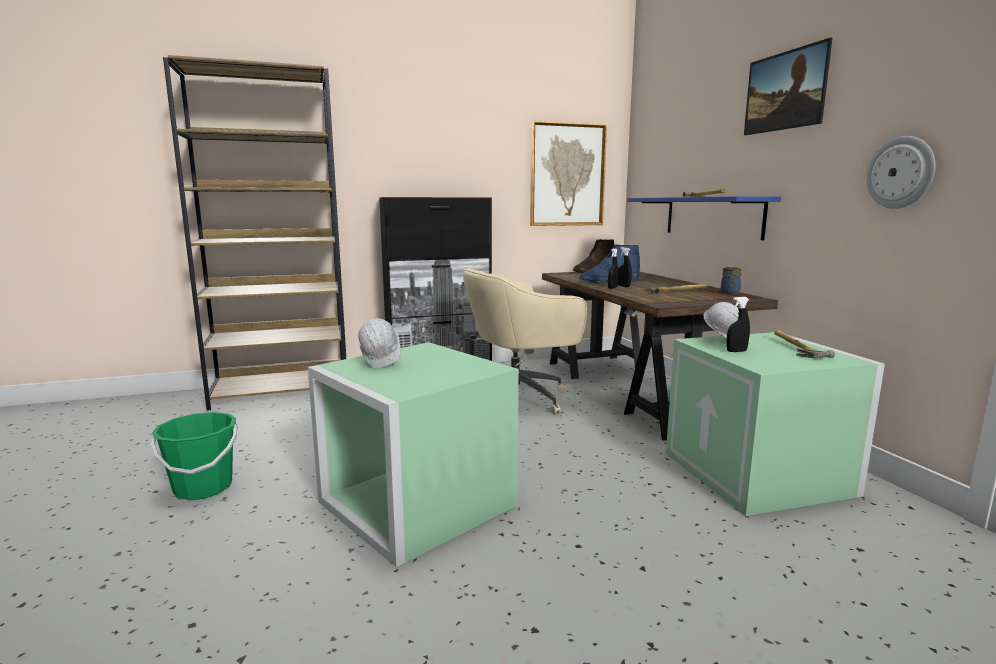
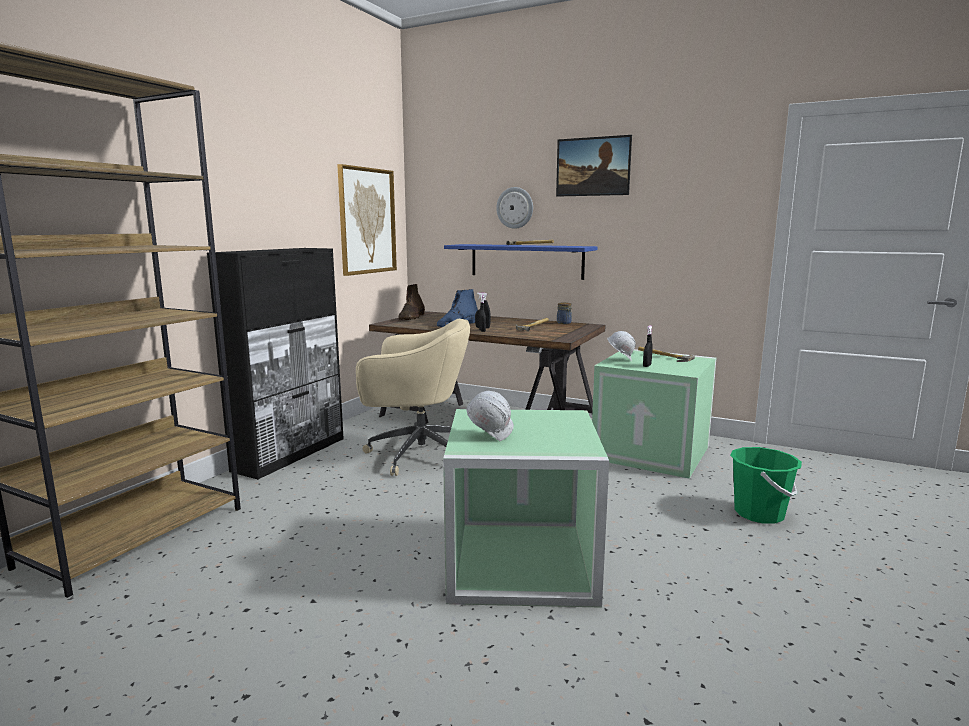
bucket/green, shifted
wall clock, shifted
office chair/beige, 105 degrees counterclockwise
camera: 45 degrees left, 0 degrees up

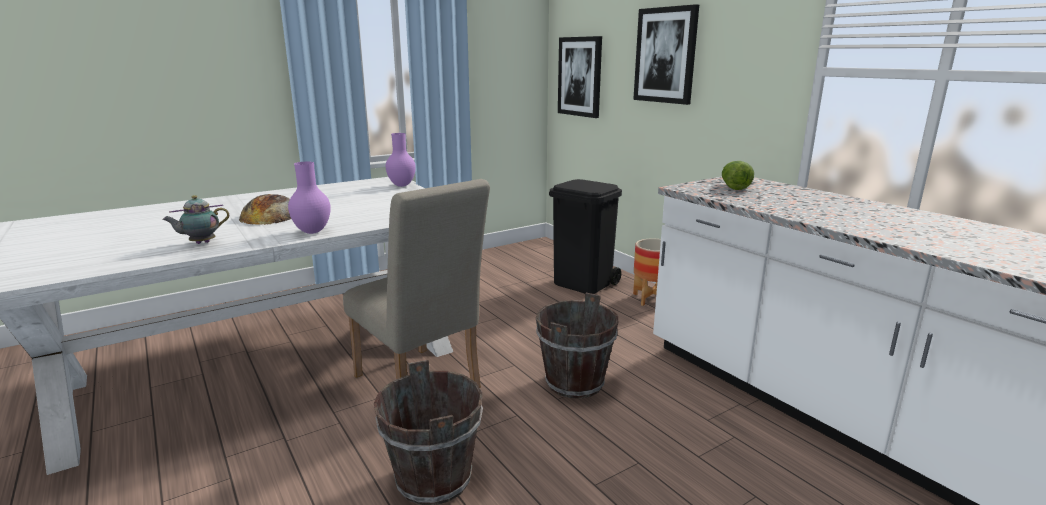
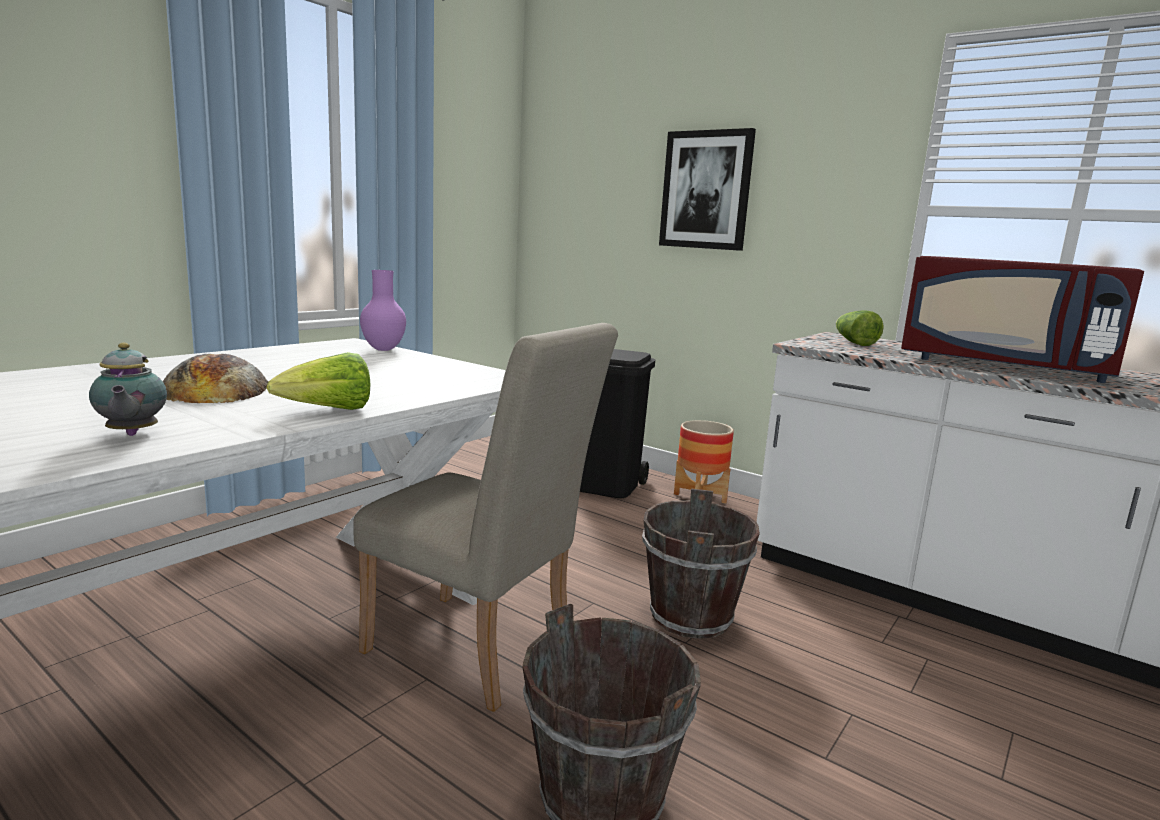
picture (no. 1 from left) => nothing
nothing => microwave/red
vase/purple (no. 1 from left) => lettuce (no. 1 from left)
teapot, 60 degrees counterclockwise
camera: 20 degrees left, 5 degrees down

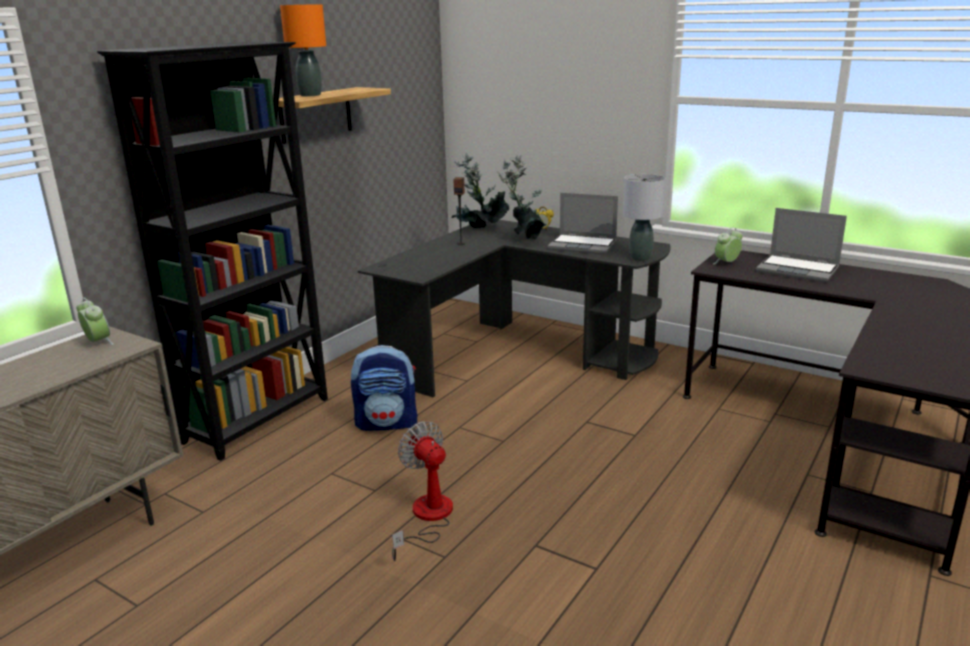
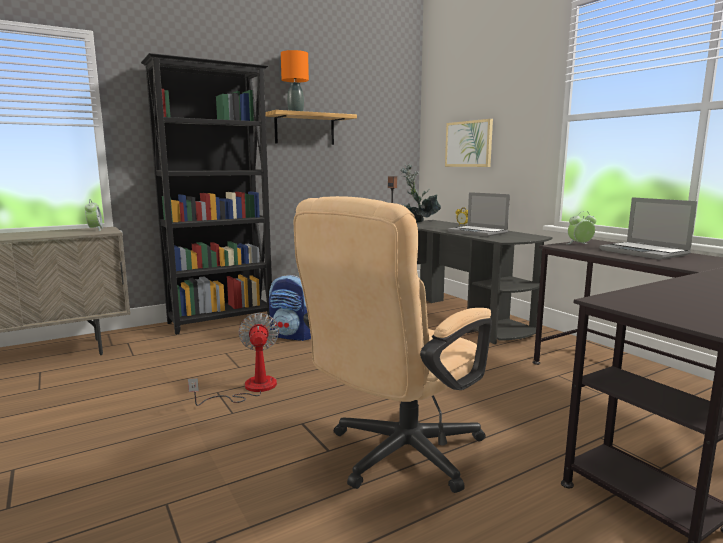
potted plant (no. 2 from left) => nothing
table lamp/grey => nothing
nothing => office chair/beige
nothing => picture
camera: 25 degrees right, 10 degrees down

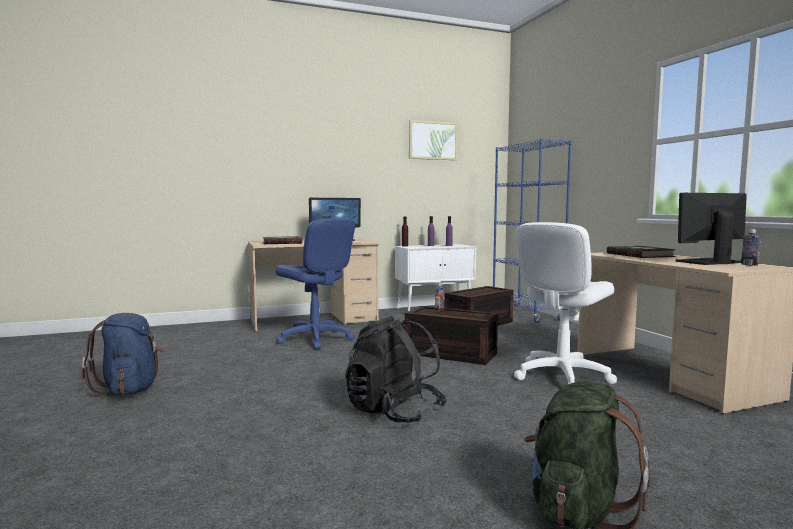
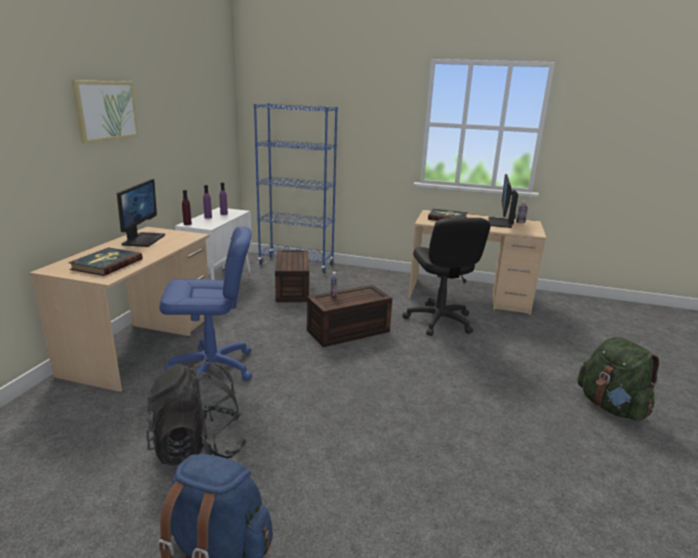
backpack/black, shifted
picture, shifted
office chair/white => office chair/black
camera: 55 degrees left, 15 degrees up

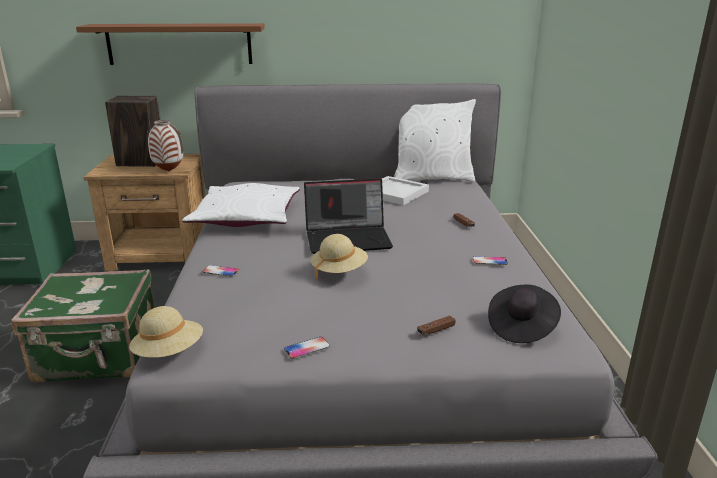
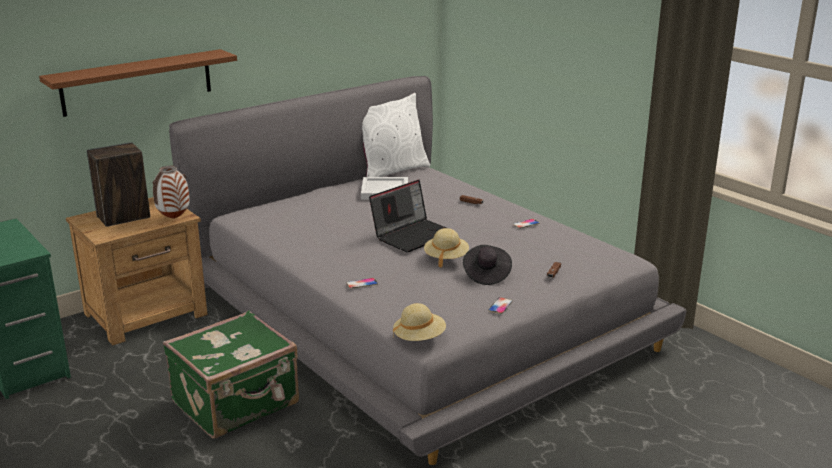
pillow/white (no. 1 from left) => nothing
hat/black, shifted
camera: 35 degrees left, 0 degrees up

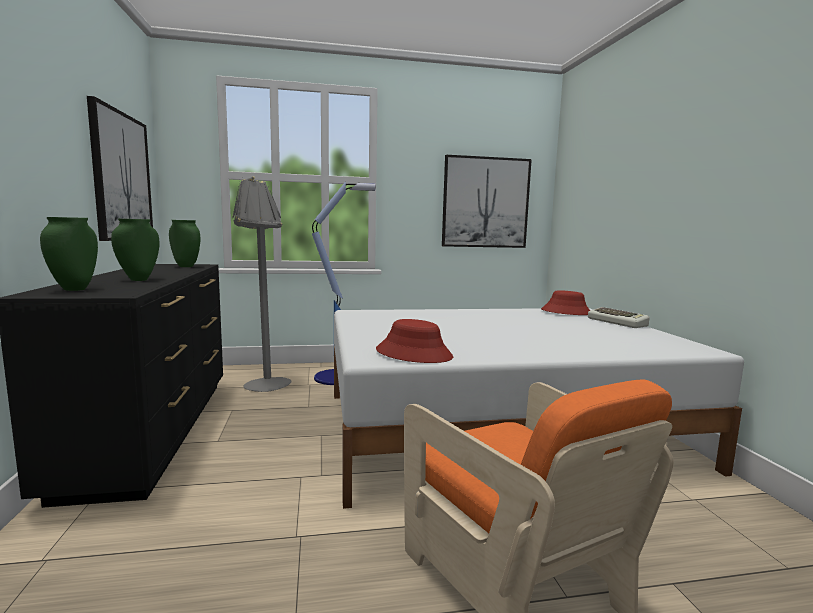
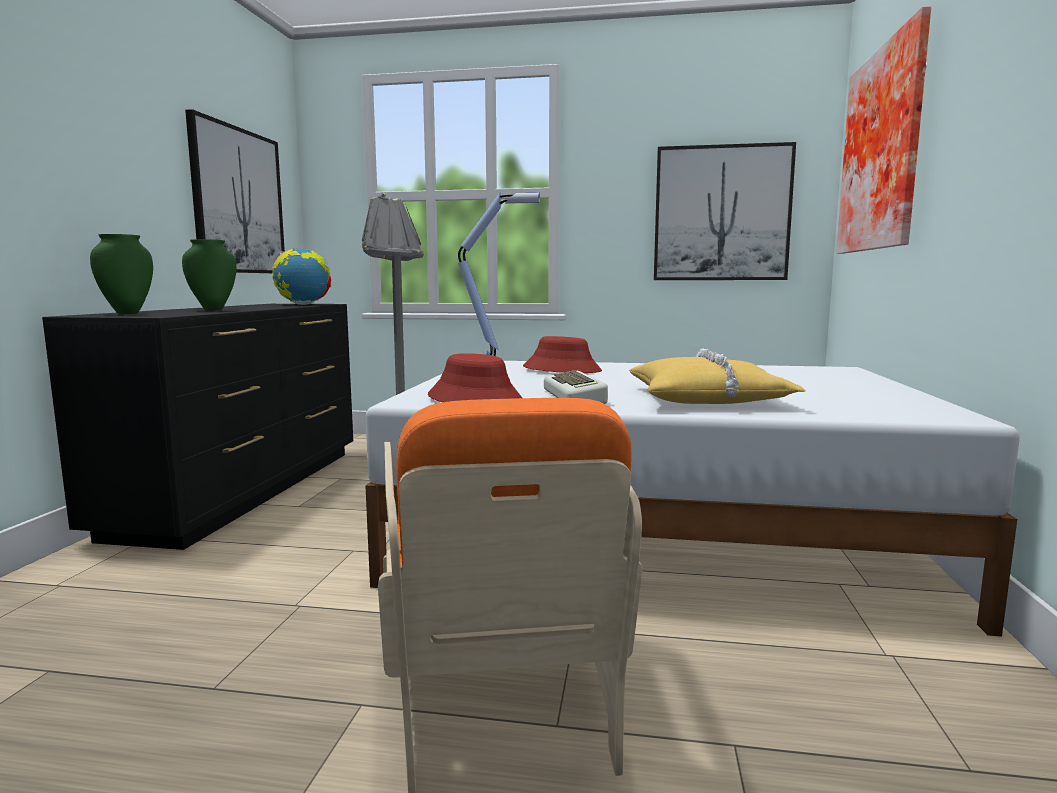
nothing => pillow/yellow
nothing => picture (no. 3 from left)
hat/red (no. 2 from left), shifted
keyboard, shifted
vase/green (no. 3 from left) => globe
camera: 20 degrees right, 0 degrees up

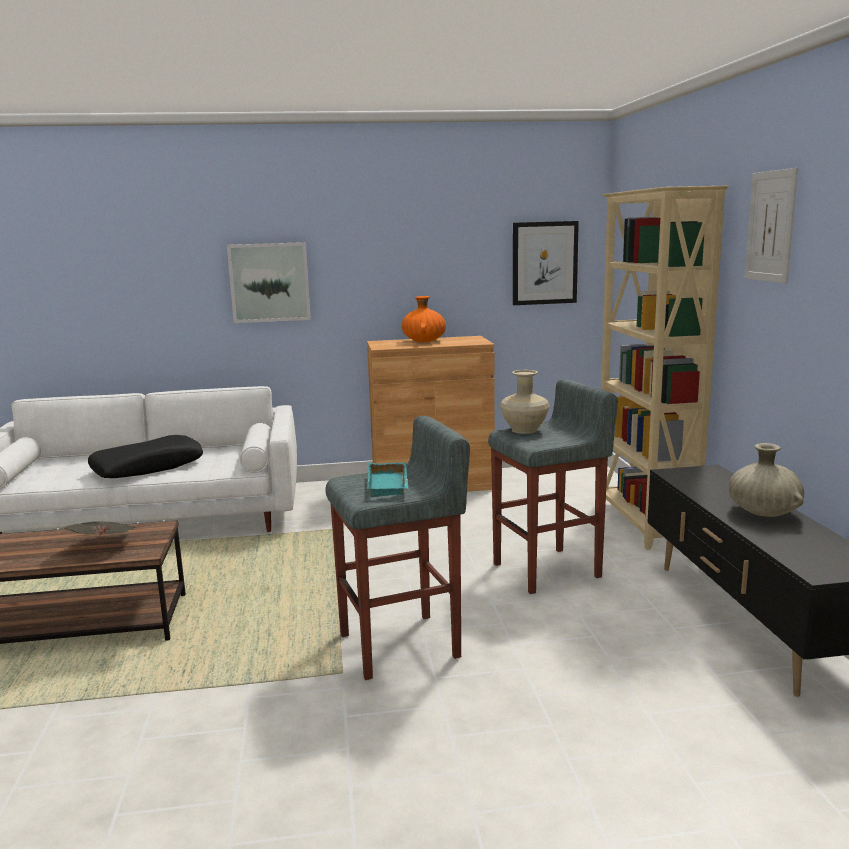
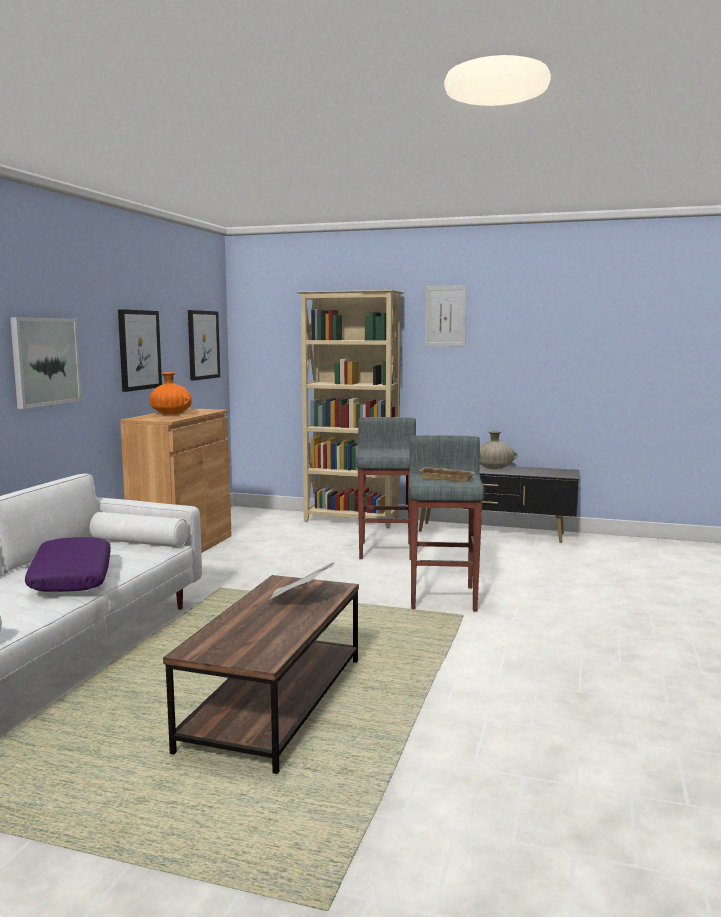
vase/beige (no. 1 from left) => nothing
nothing => picture (no. 2 from left)
pillow/black => pillow/purple
tray/turquoise => tray/beige
camera: 65 degrees left, 5 degrees down

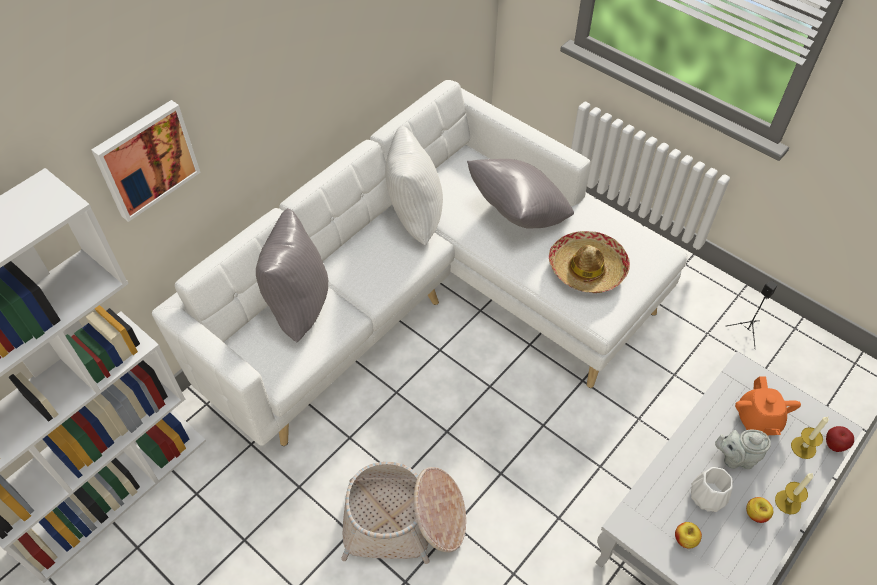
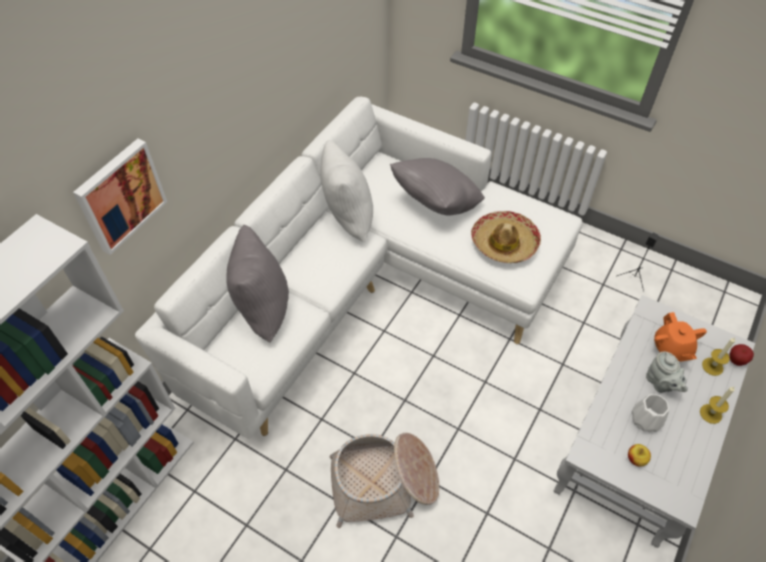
apple (no. 2 from left) => nothing
teapot/grey, 105 degrees counterclockwise
camera: 10 degrees left, 0 degrees up

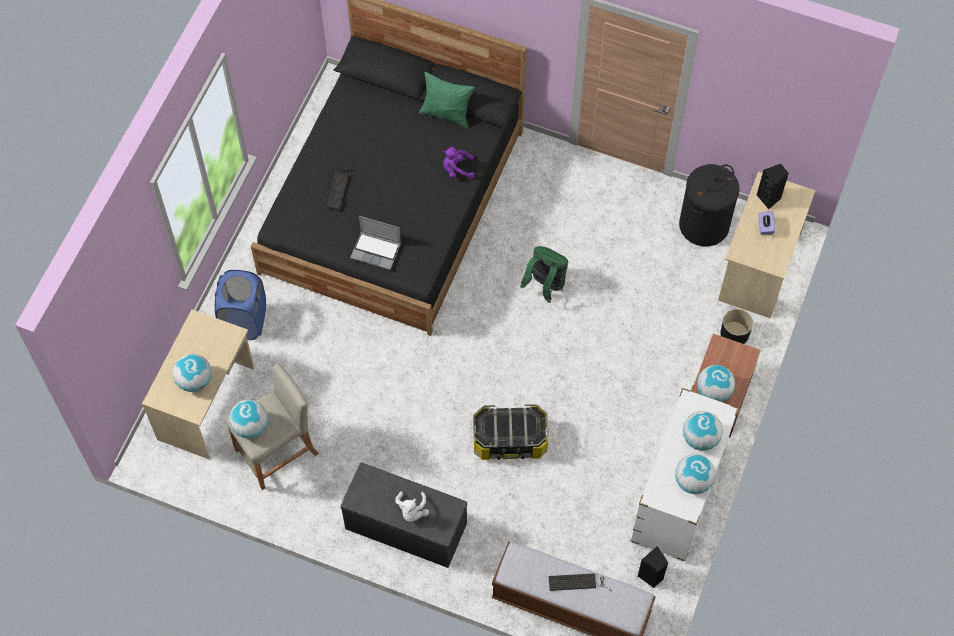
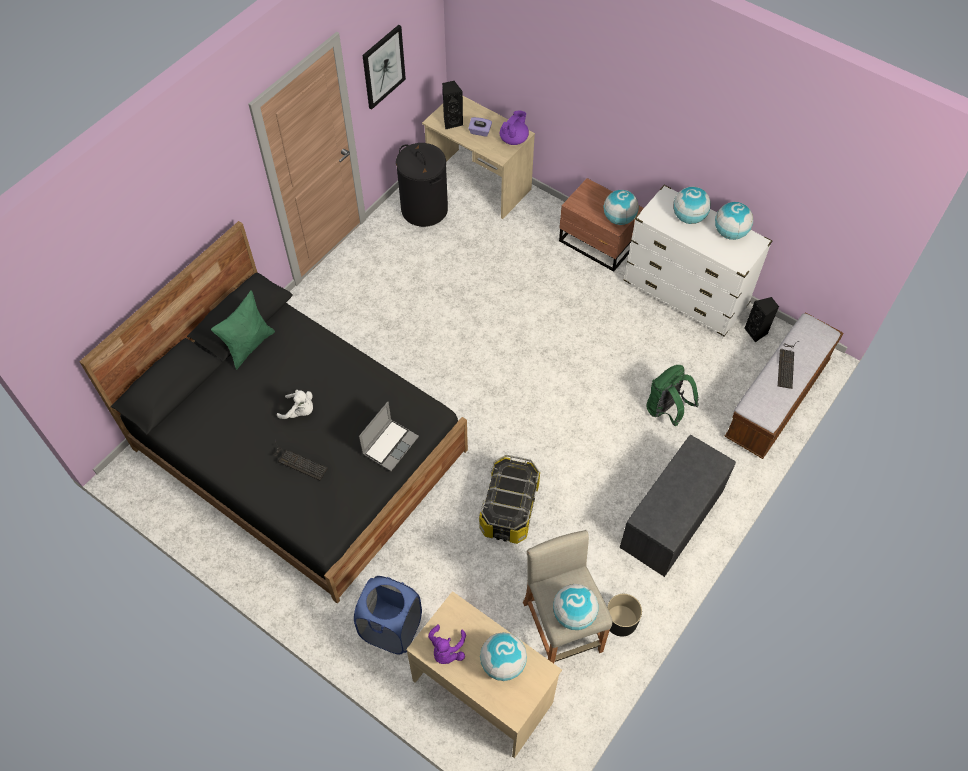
nothing => picture
nothing => teapot/purple
plush toy/white, shifted
plush toy/purple, shifted
storage box, shifted
backpack/green, shifted
planter/black, shifted
camera: 75 degrees left, 5 degrees down

